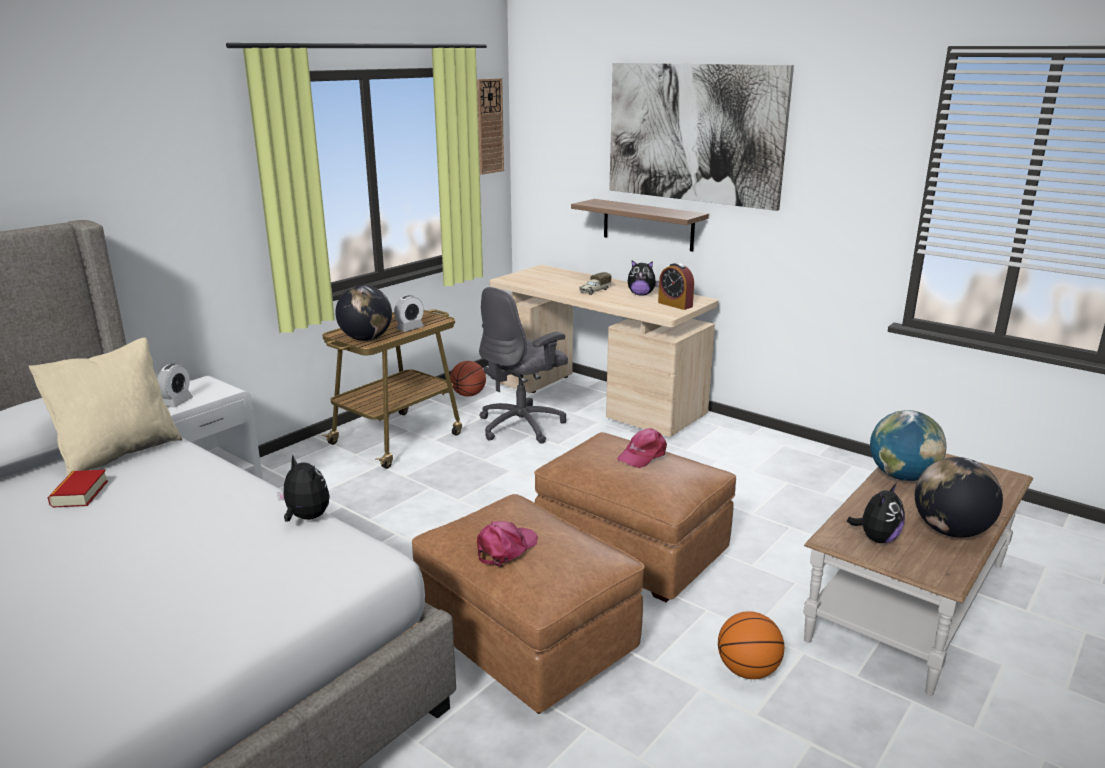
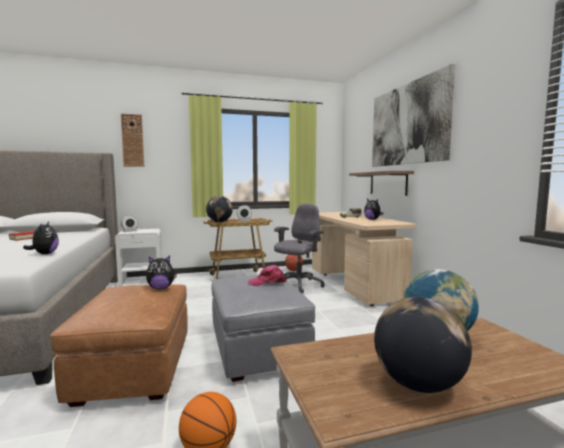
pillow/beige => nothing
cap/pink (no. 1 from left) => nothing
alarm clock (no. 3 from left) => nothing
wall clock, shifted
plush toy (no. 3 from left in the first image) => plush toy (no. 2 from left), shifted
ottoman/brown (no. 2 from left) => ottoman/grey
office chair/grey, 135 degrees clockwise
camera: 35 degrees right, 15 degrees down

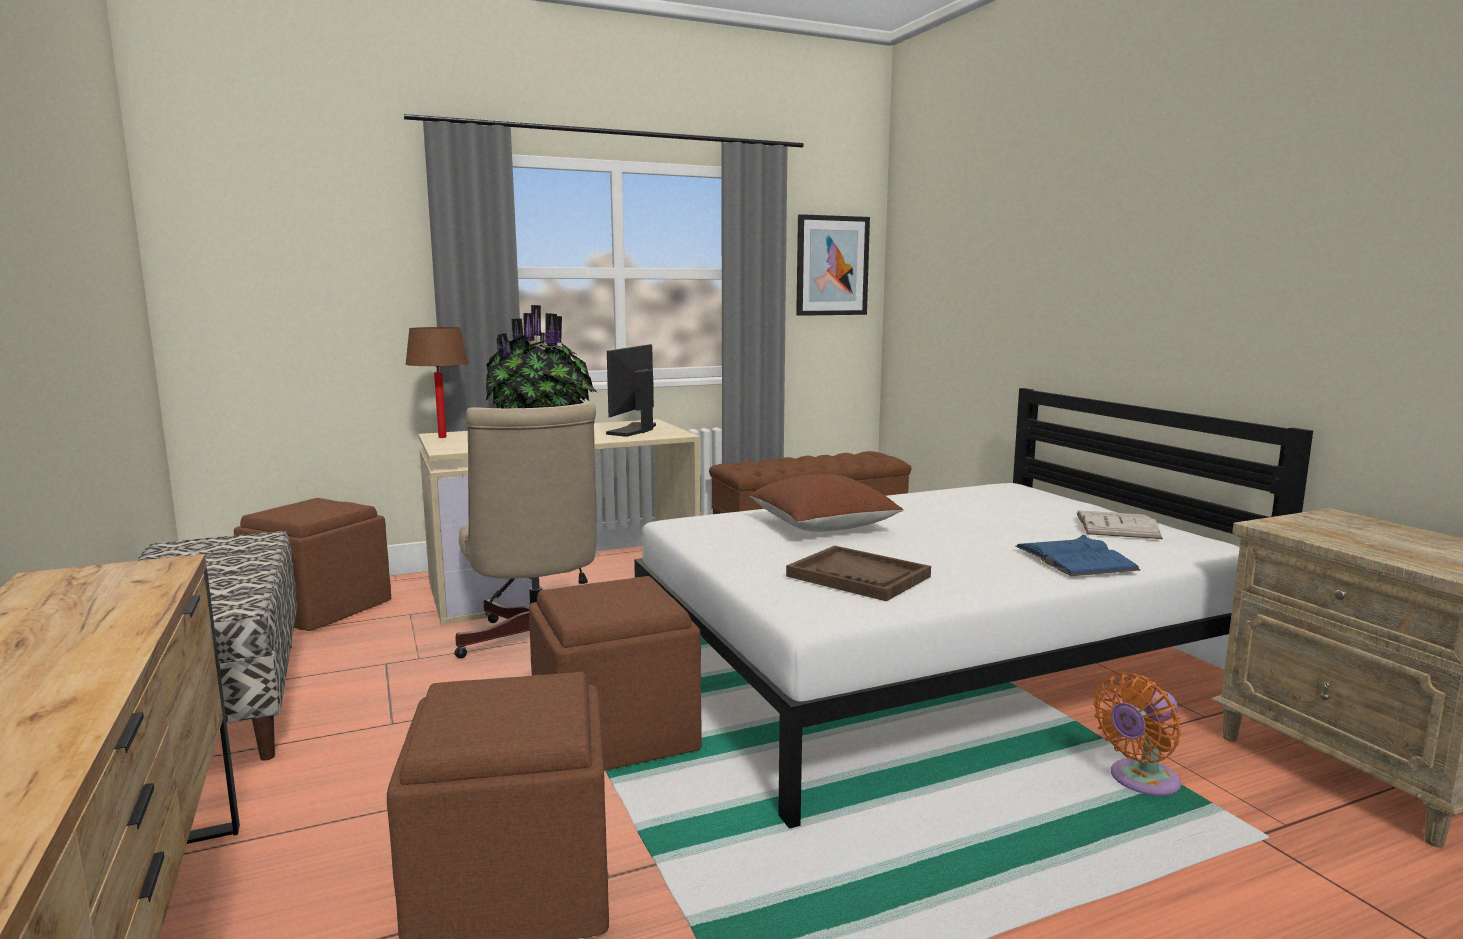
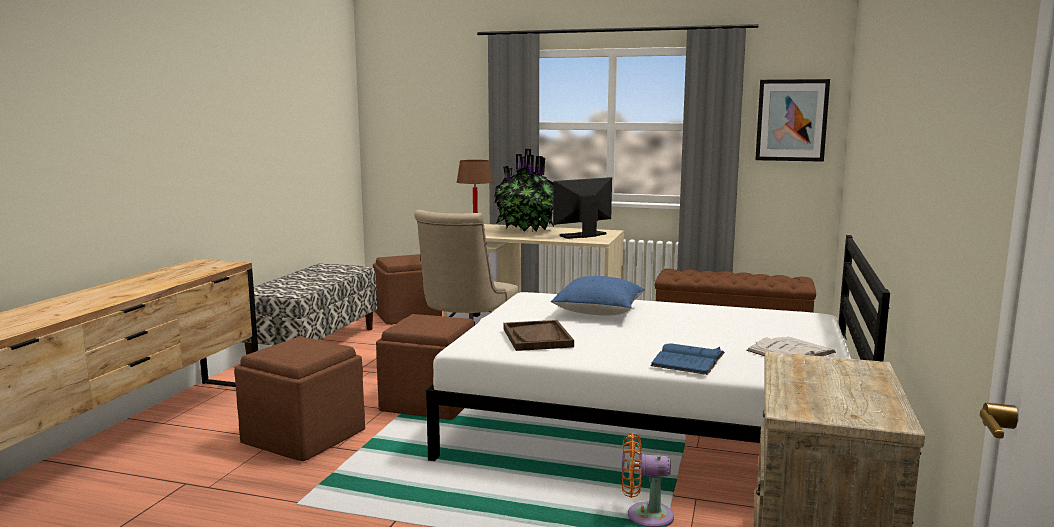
pillow/brown => pillow/blue
camera: 40 degrees right, 0 degrees up

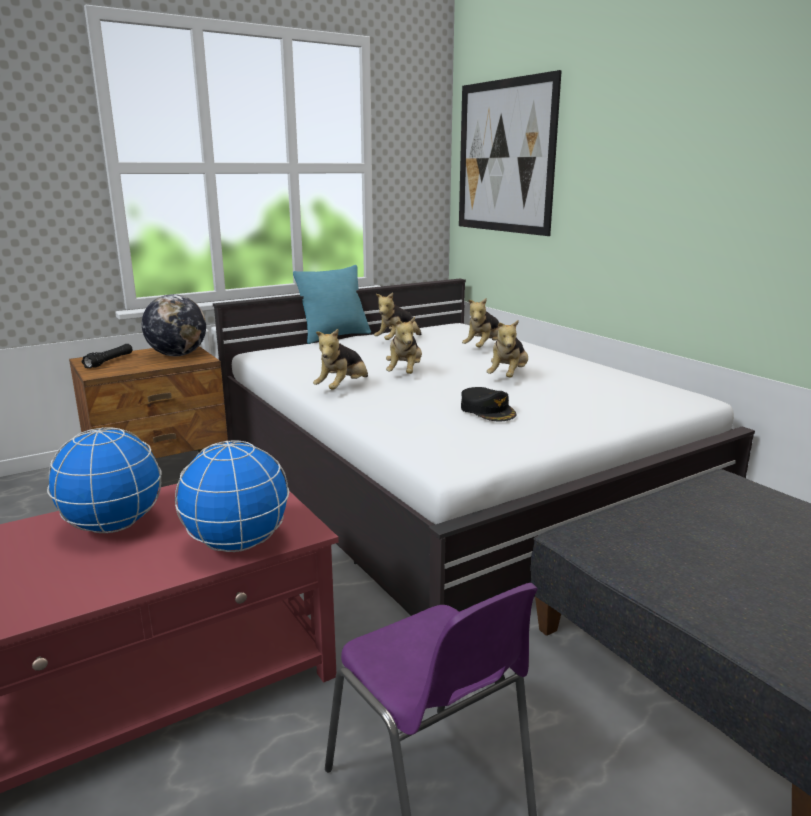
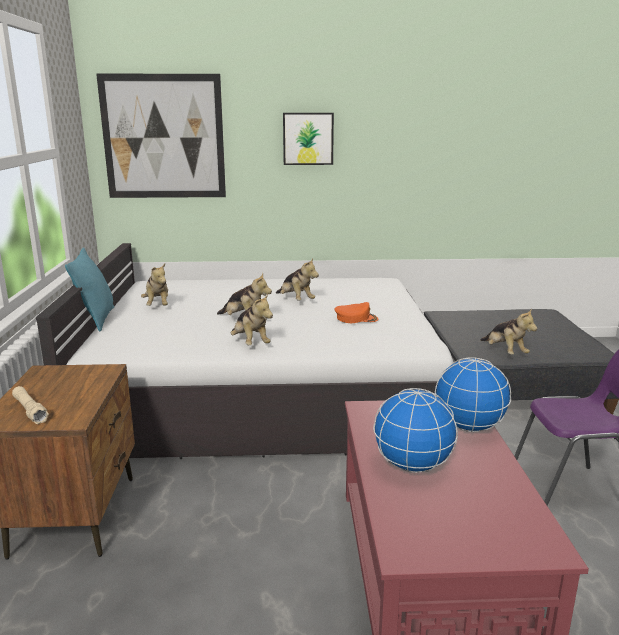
globe (no. 2 from left) => nothing
nothing => picture (no. 2 from left)
plush toy (no. 4 from left in the first image) => plush toy (no. 5 from left), shifted
flashlight/black => flashlight/beige
cap/black => cap/orange
camera: 60 degrees left, 0 degrees up

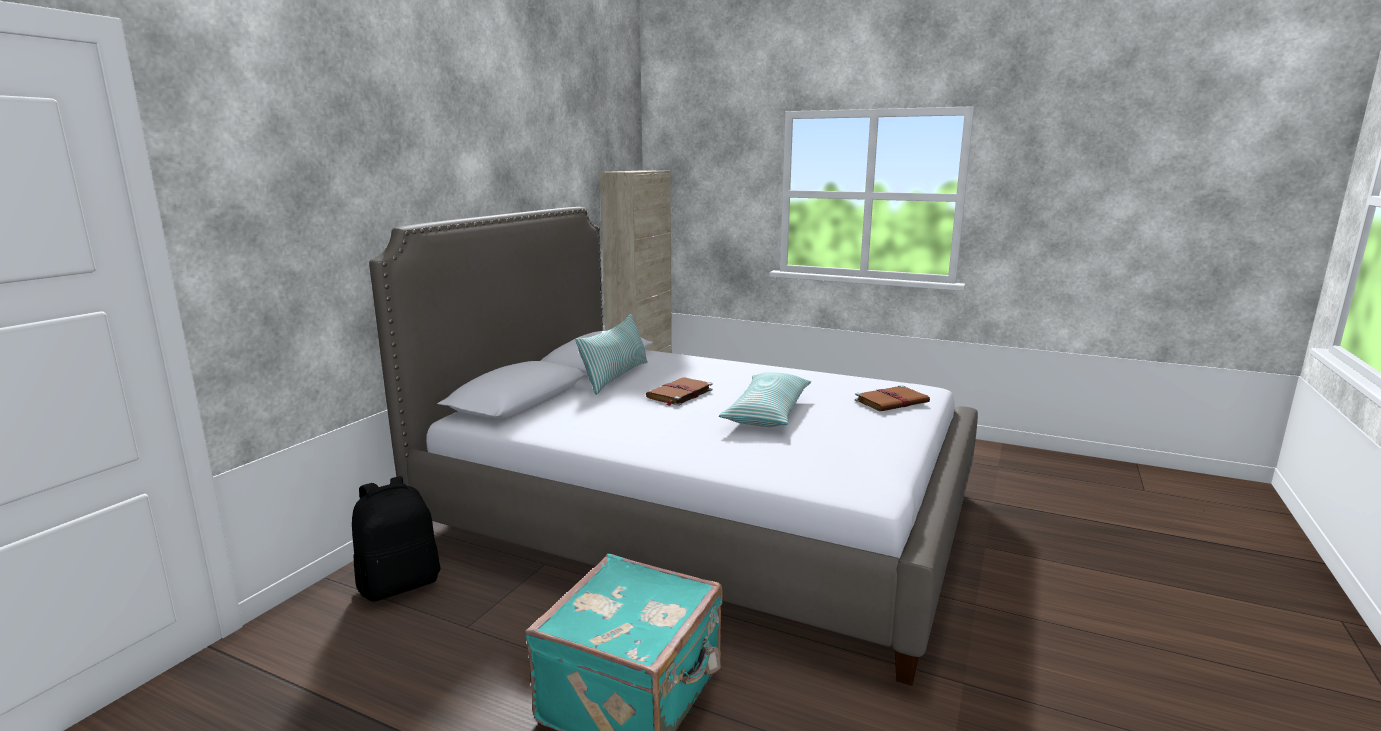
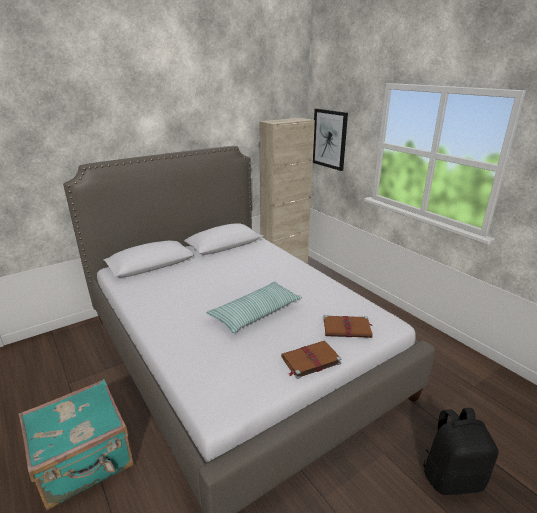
pillow (no. 1 from left) => nothing
nothing => picture
backpack/black, shifted
book/brown (no. 1 from left), shifted
camera: 30 degrees right, 10 degrees up

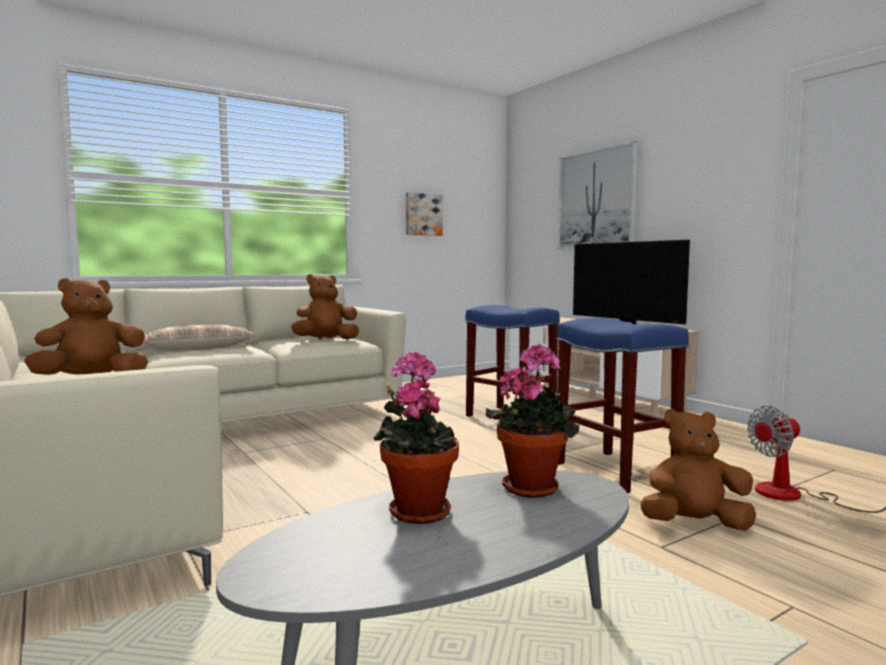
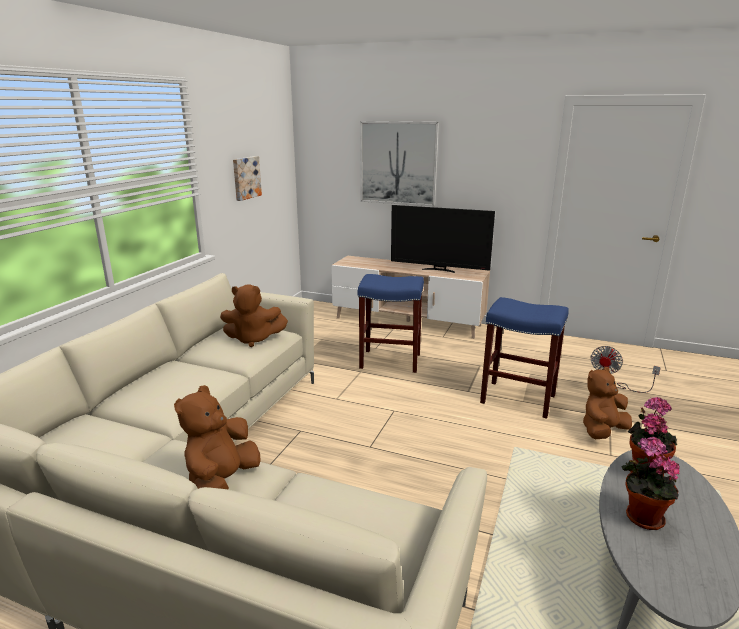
pillow => nothing
plush toy/brown (no. 2 from left), 120 degrees counterclockwise
camera: 35 degrees left, 15 degrees up

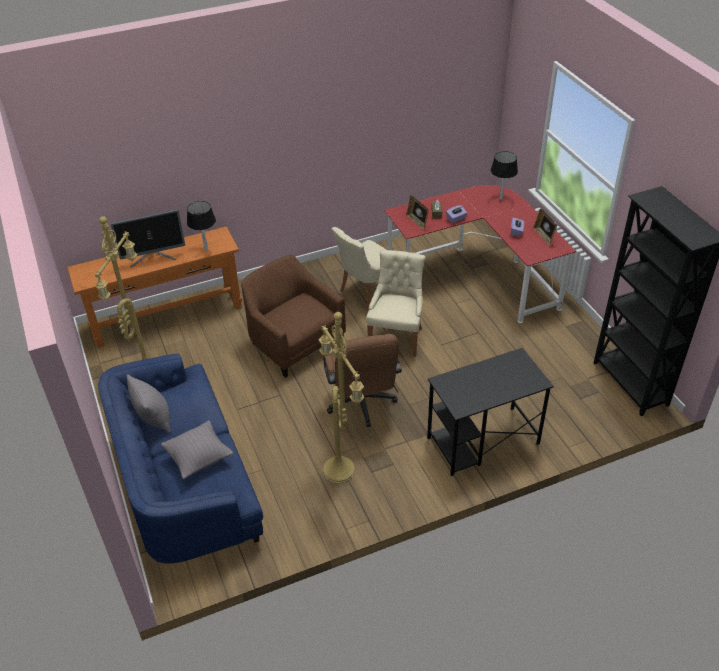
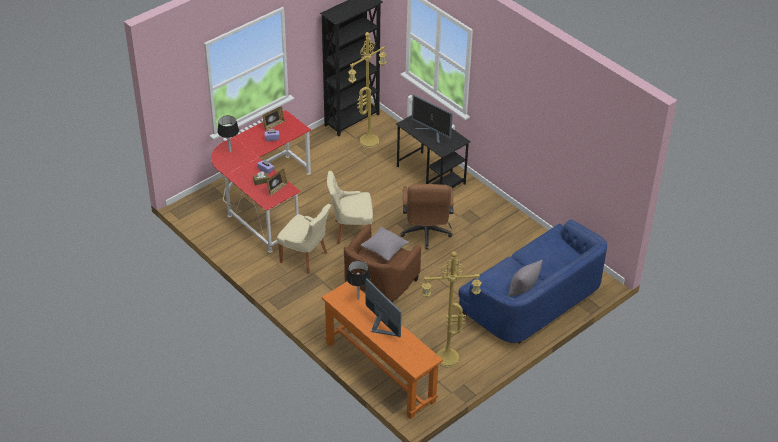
nothing => monitor (no. 2 from left)
pillow/grey (no. 2 from left in the first image) => pillow/grey (no. 1 from left), shifted
floor lamp/yellow (no. 2 from left in the first image) => floor lamp/yellow (no. 1 from left), shifted
office chair/brown, 120 degrees clockwise
camera: 110 degrees left, 0 degrees up

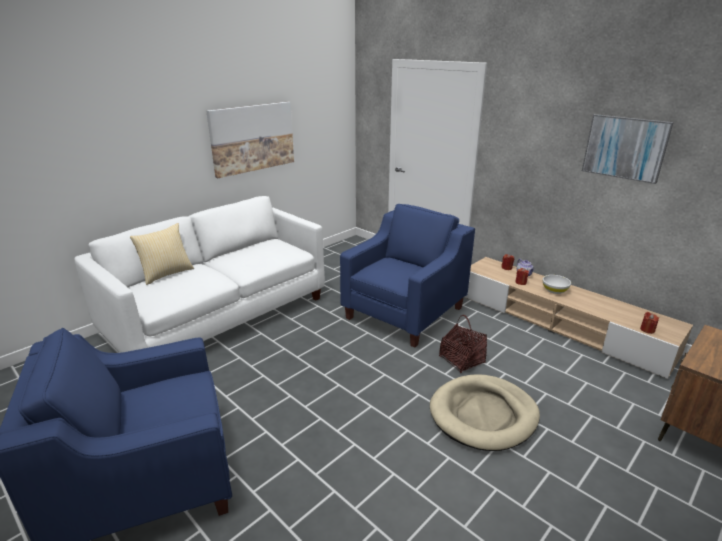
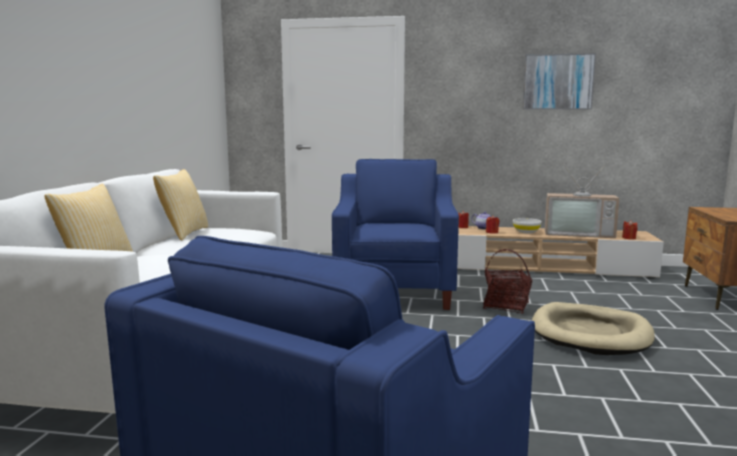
picture (no. 1 from left) => nothing
nothing => pillow (no. 2 from left)
nothing => television
camera: 35 degrees left, 15 degrees down

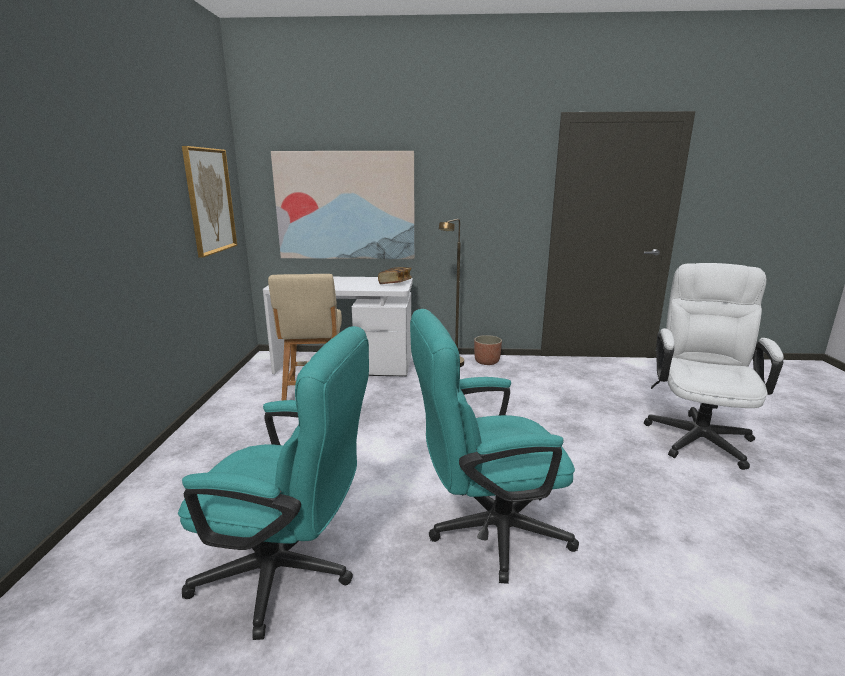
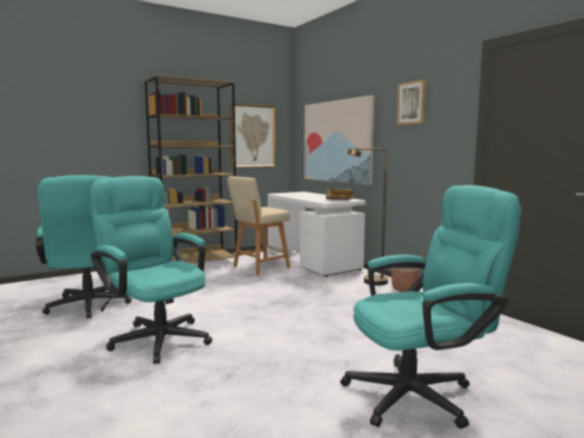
nothing => bookcase/brown
nothing => picture (no. 3 from left)
office chair/white => office chair/turquoise (no. 3 from left)
camera: 55 degrees right, 10 degrees down

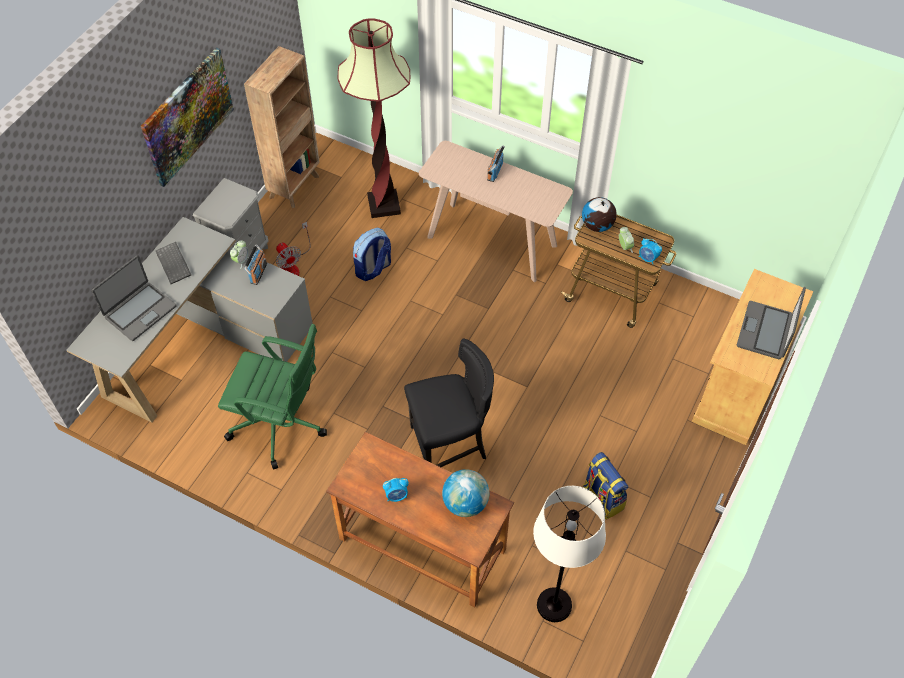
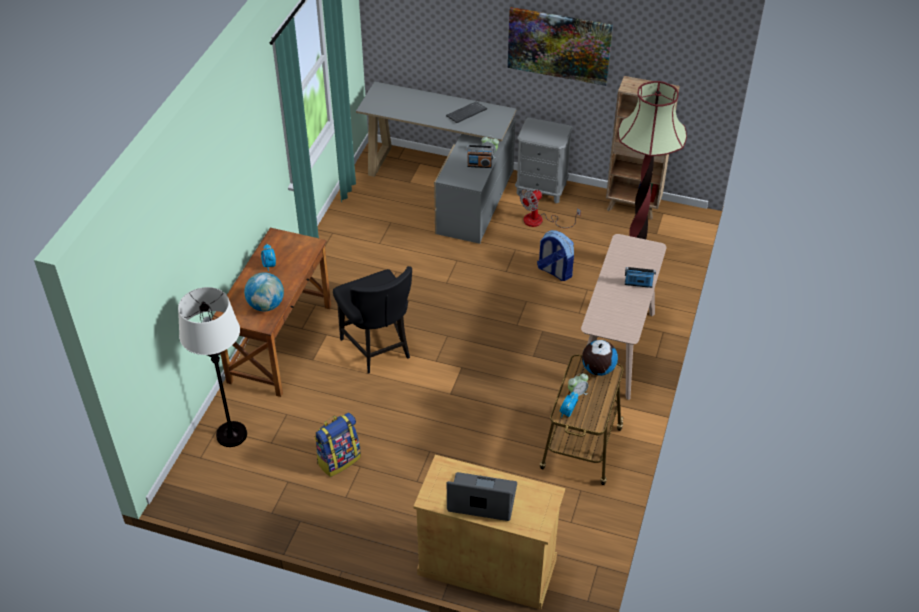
laptop (no. 1 from left) => nothing
office chair/green => nothing
camera: 80 degrees right, 10 degrees down

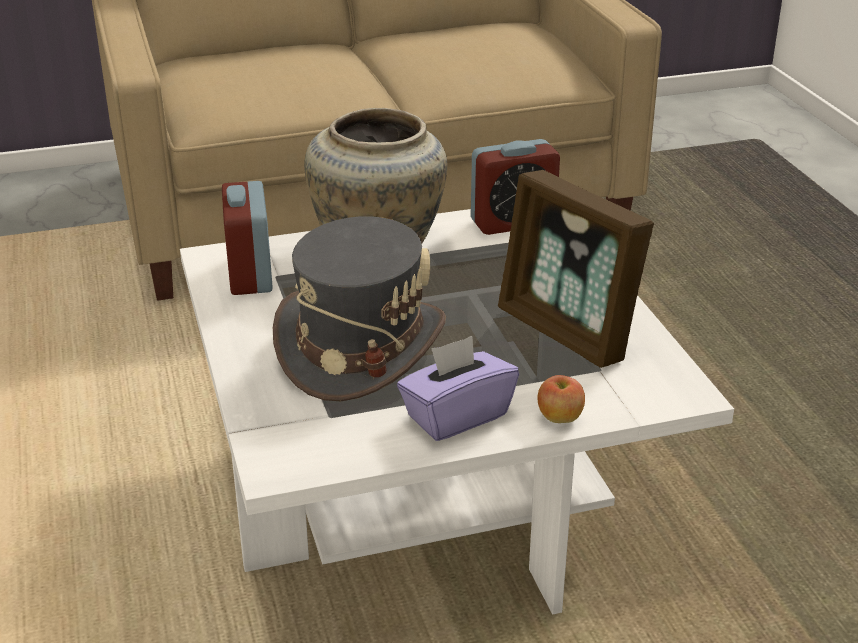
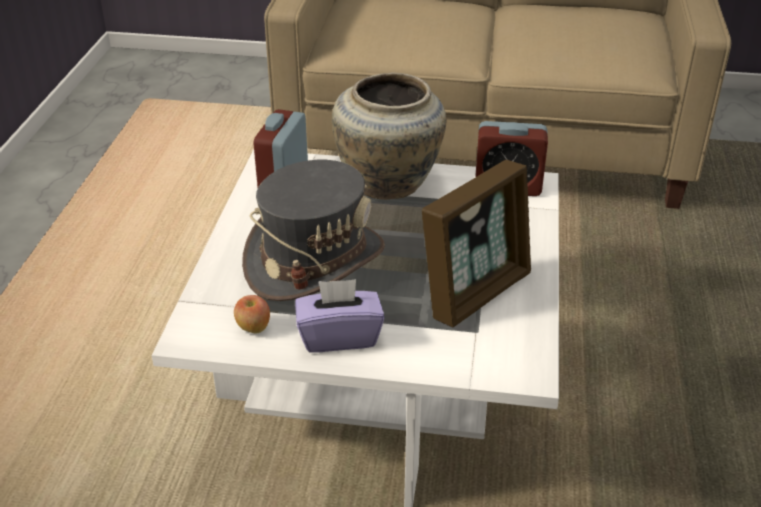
apple, shifted
picture frame, 120 degrees counterclockwise
camera: 25 degrees right, 5 degrees up

